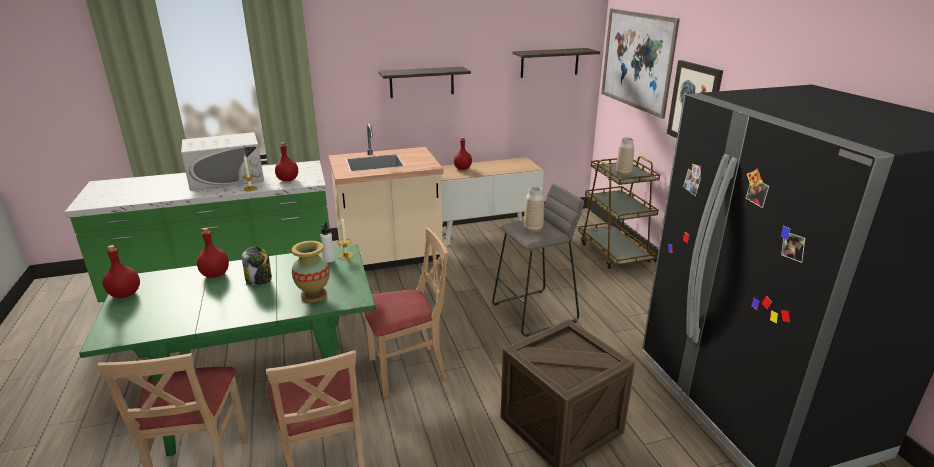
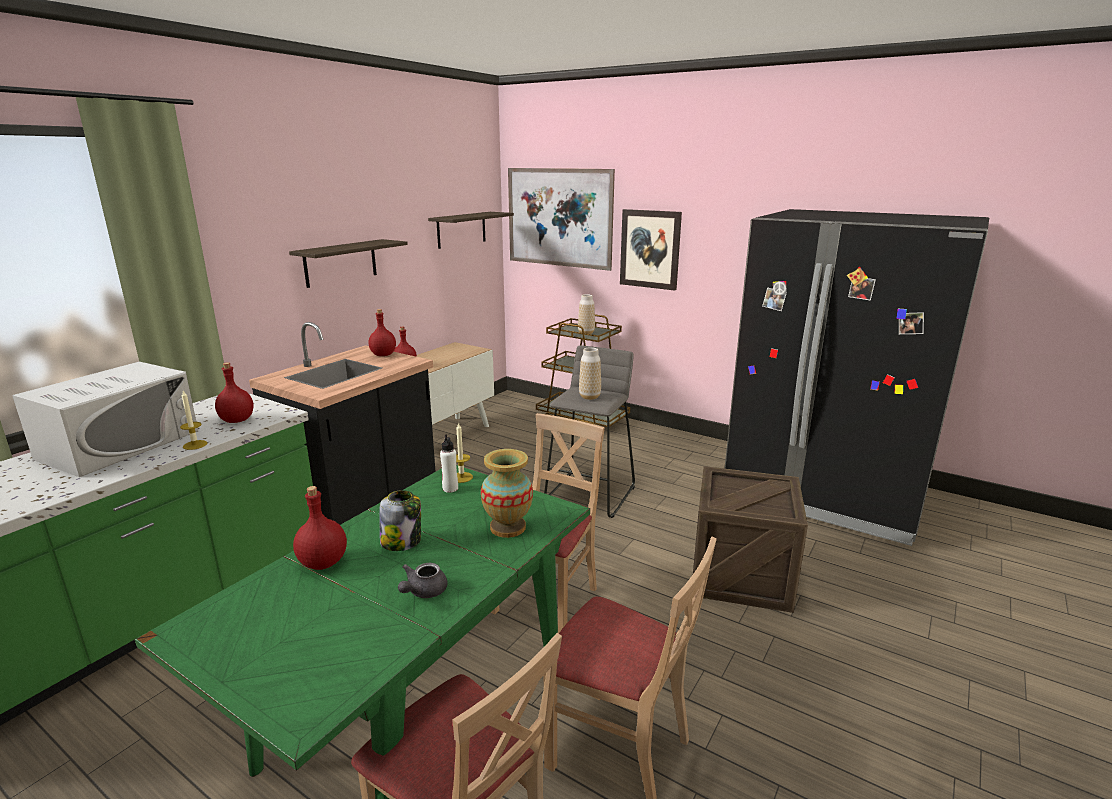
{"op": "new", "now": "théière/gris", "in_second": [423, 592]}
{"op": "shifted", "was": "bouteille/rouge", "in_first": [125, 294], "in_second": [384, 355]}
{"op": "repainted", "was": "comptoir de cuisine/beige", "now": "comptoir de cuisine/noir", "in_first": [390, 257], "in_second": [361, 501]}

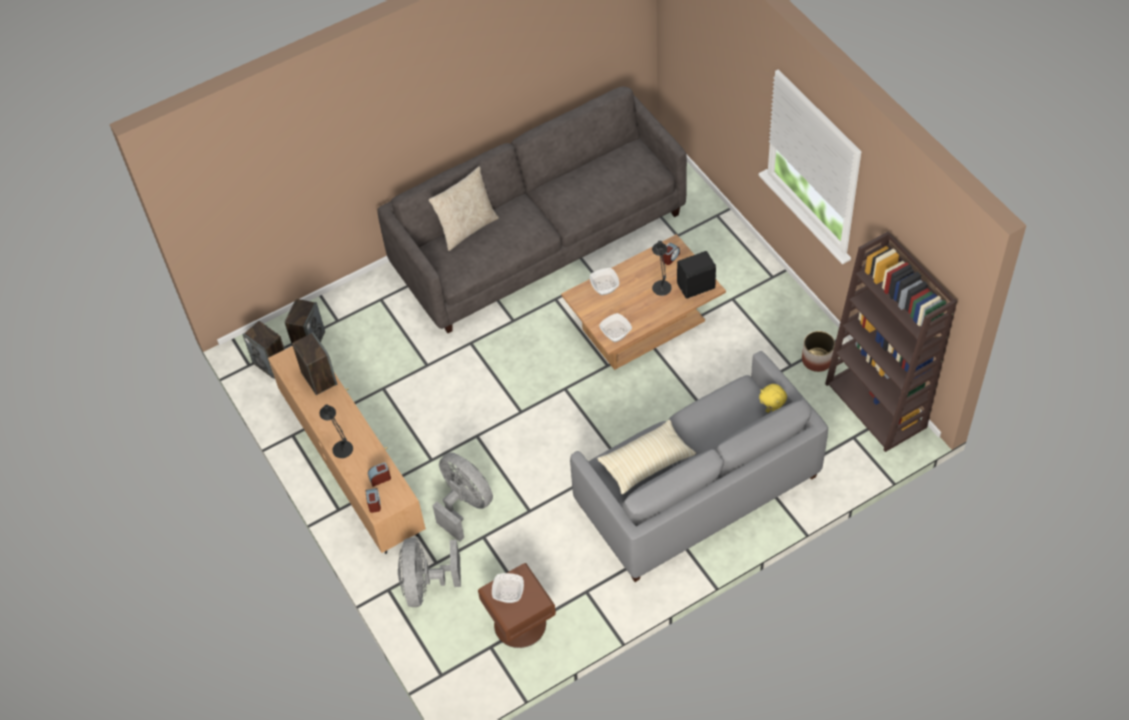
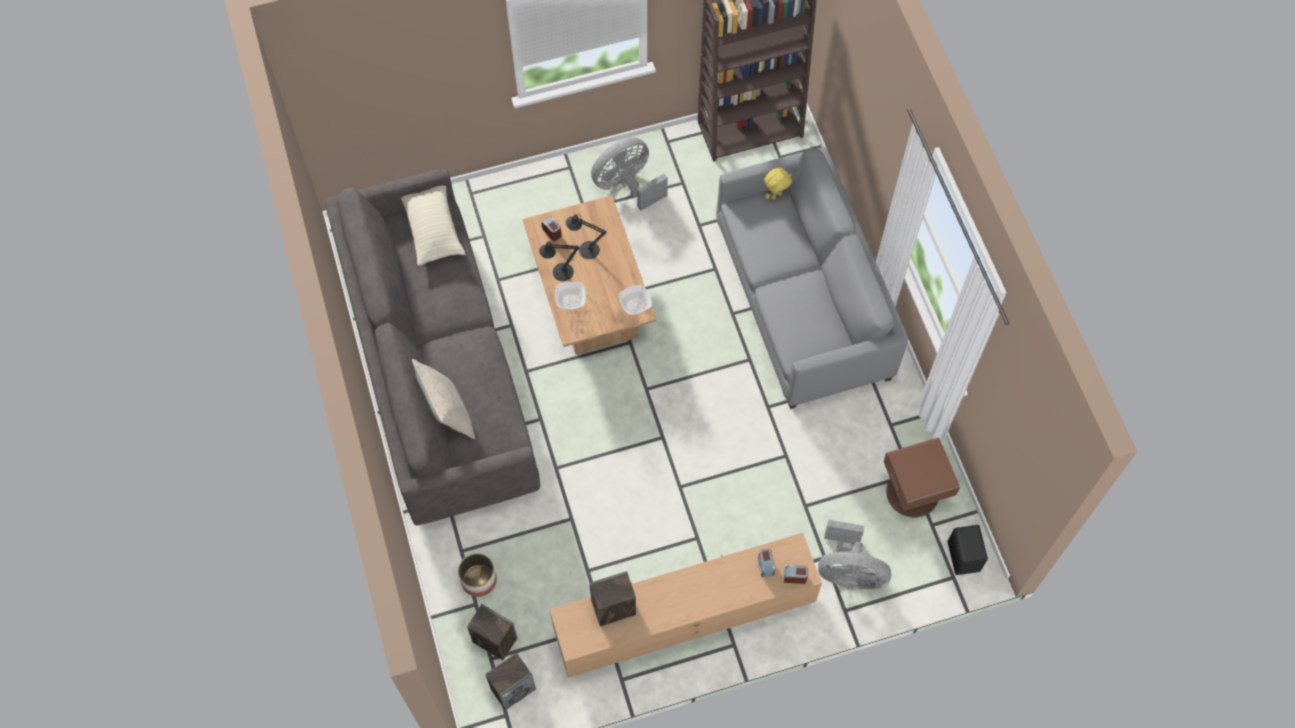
{"op": "gone", "was": "bol", "in_first": [509, 594]}
{"op": "shifted", "was": "lampe de table/noir", "in_first": [341, 447], "in_second": [560, 273]}
{"op": "shifted", "was": "ventilateur/gris", "in_first": [464, 505], "in_second": [627, 185]}
{"op": "shifted", "was": "coussin/beige", "in_first": [646, 463], "in_second": [433, 230]}
{"op": "shifted", "was": "enceinte/noir", "in_first": [697, 287], "in_second": [964, 556]}
{"op": "shifted", "was": "cache-pot", "in_first": [817, 360], "in_second": [479, 580]}

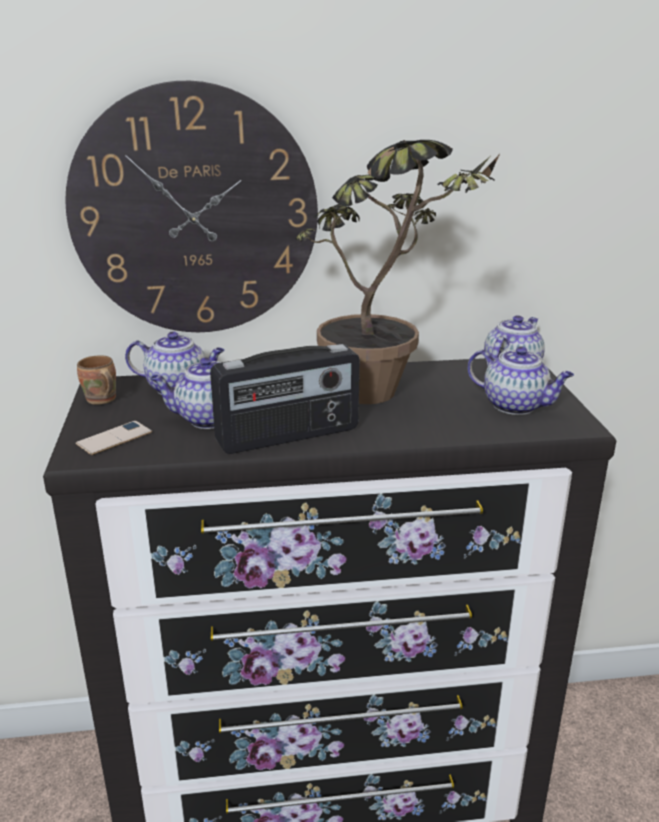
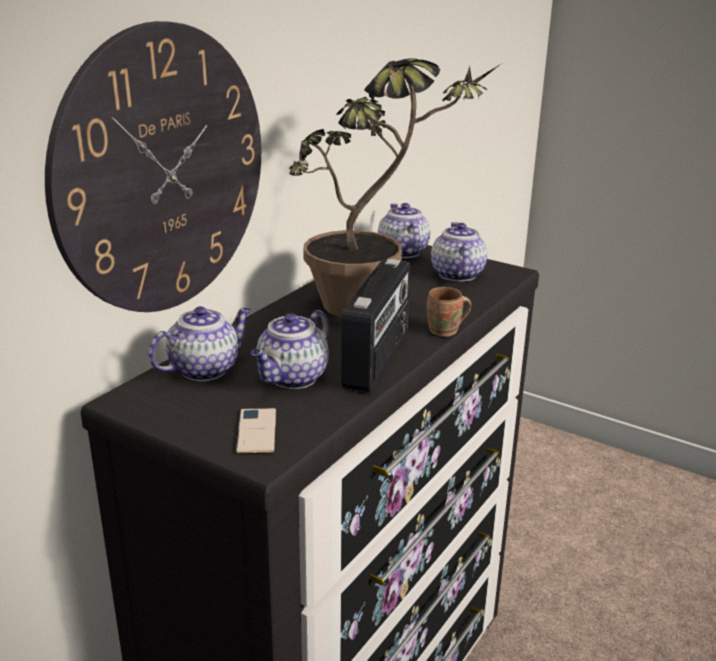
{"op": "shifted", "was": "mug/marron", "in_first": [100, 400], "in_second": [445, 332]}
{"op": "rotated", "was": "théière", "in_first": [516, 405], "in_second": [456, 274], "clockwise": -75}

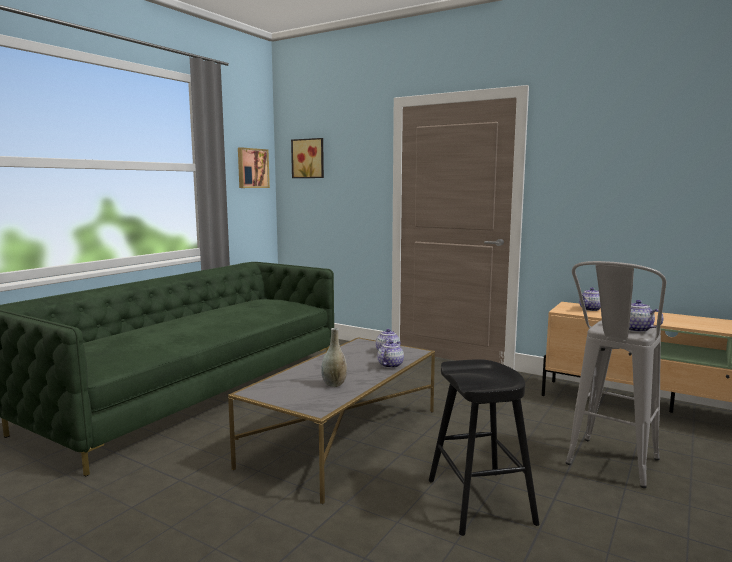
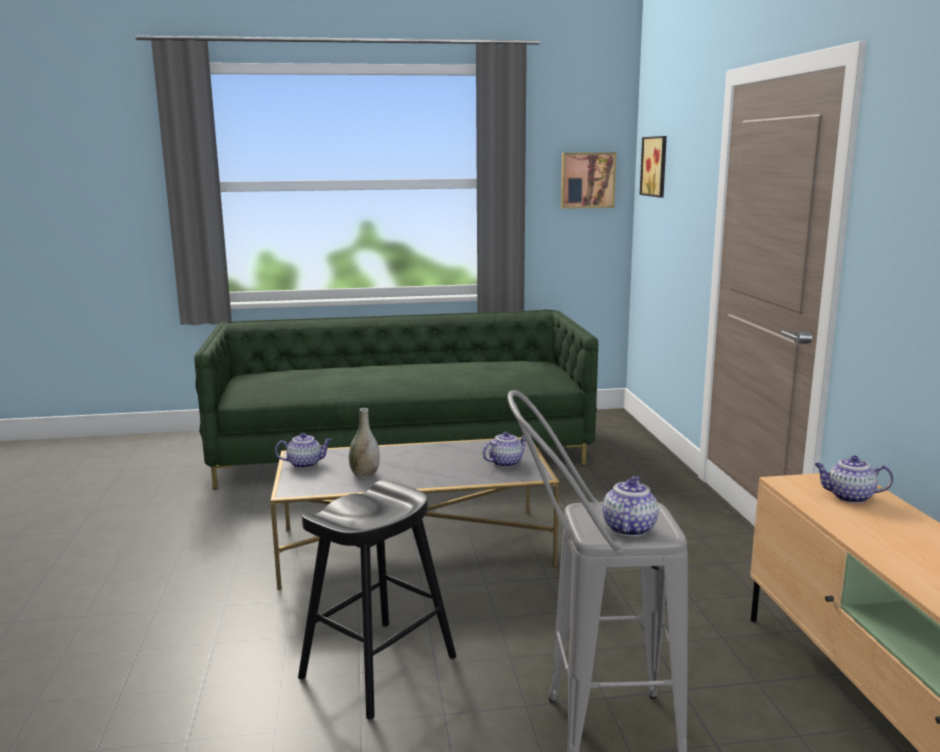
{"op": "shifted", "was": "théière", "in_first": [390, 365], "in_second": [305, 464]}

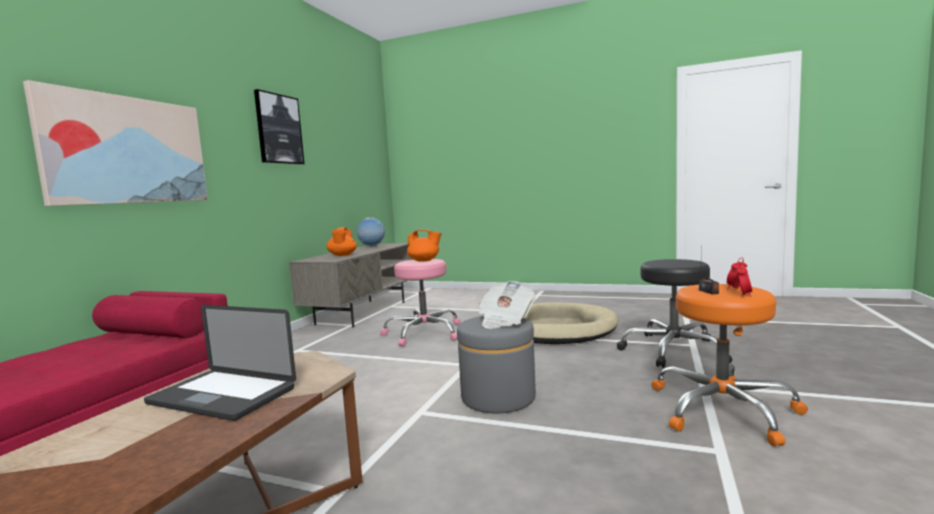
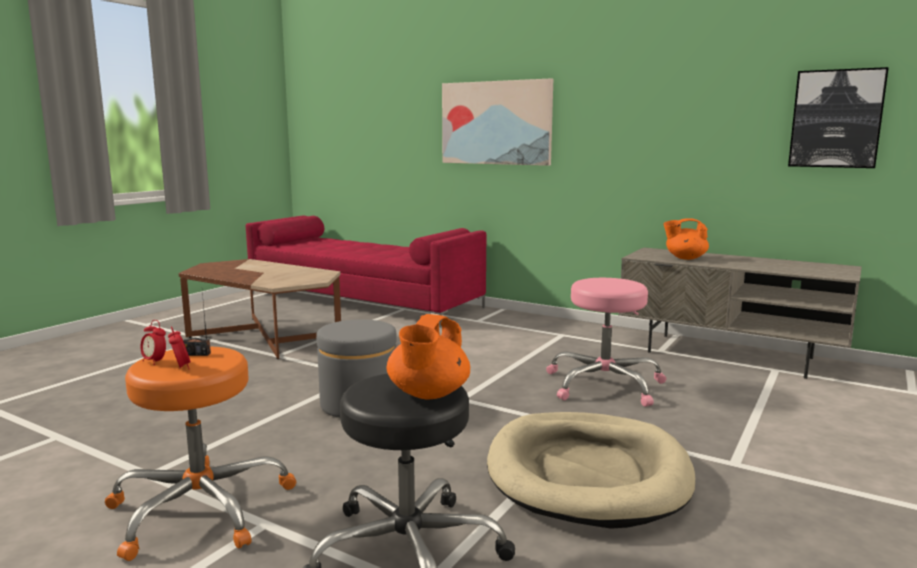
{"op": "gone", "was": "ordinateur portable", "in_first": [222, 396]}
{"op": "gone", "was": "globe", "in_first": [372, 247]}
{"op": "gone", "was": "journal", "in_first": [505, 320]}
{"op": "shifted", "was": "tableau", "in_first": [278, 129], "in_second": [836, 119]}
{"op": "shifted", "was": "théière/orange", "in_first": [424, 261], "in_second": [428, 394]}

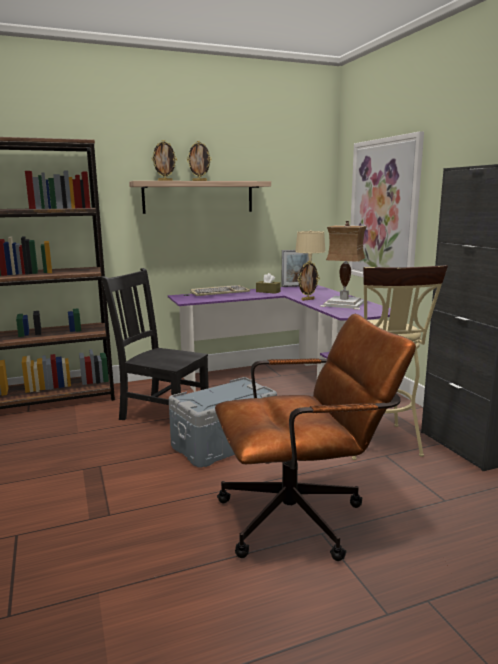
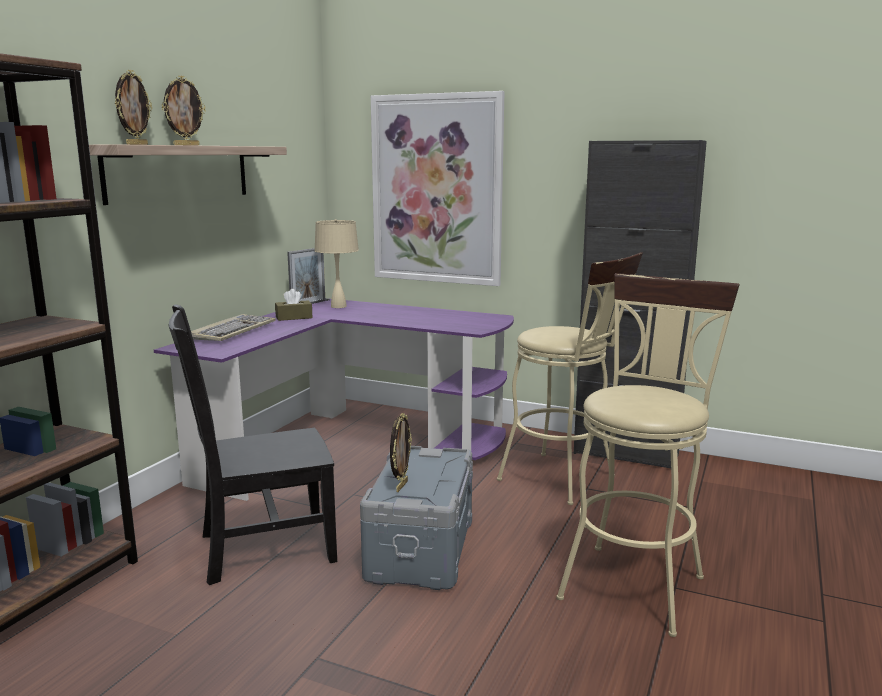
{"op": "gone", "was": "lampe de table", "in_first": [342, 304]}
{"op": "shifted", "was": "cadre photo", "in_first": [307, 299], "in_second": [401, 486]}
{"op": "swapped", "was": "chaise de bureau/marron", "now": "tabouret/beige", "in_first": [303, 516], "in_second": [635, 580]}

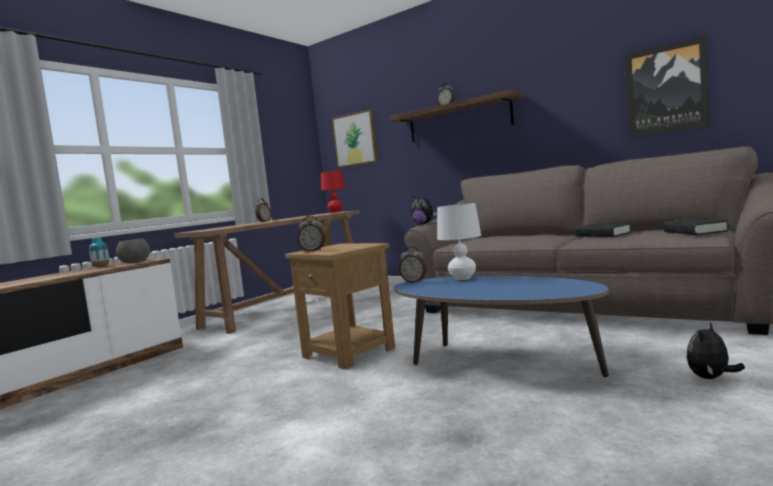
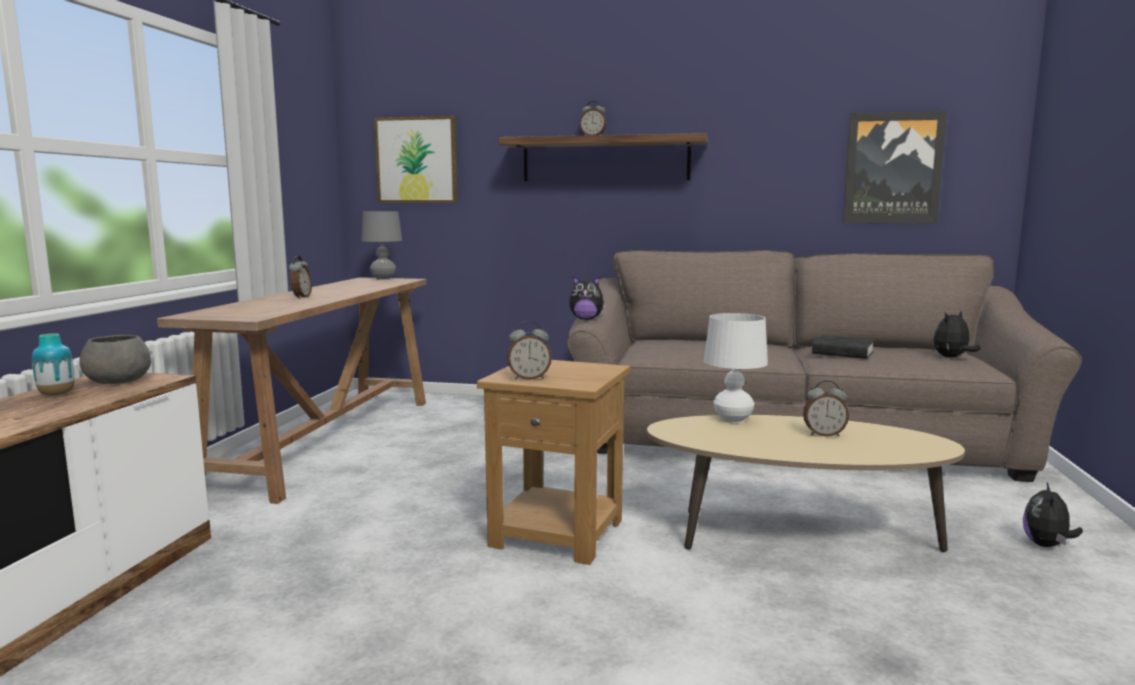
{"op": "shifted", "was": "réveil", "in_first": [414, 282], "in_second": [824, 434]}
{"op": "swapped", "was": "livre/noir", "now": "peluche", "in_first": [694, 231], "in_second": [952, 357]}
{"op": "repainted", "was": "lampe de table/rouge", "now": "lampe de table/gris", "in_first": [335, 212], "in_second": [383, 279]}
{"op": "repainted", "was": "table basse/bleu", "now": "table basse/beige", "in_first": [495, 363], "in_second": [792, 538]}

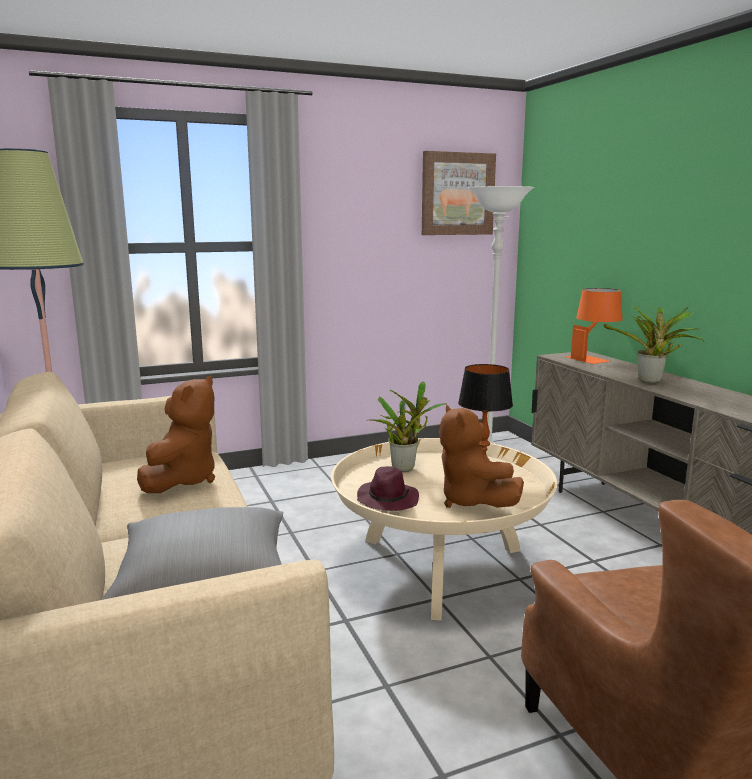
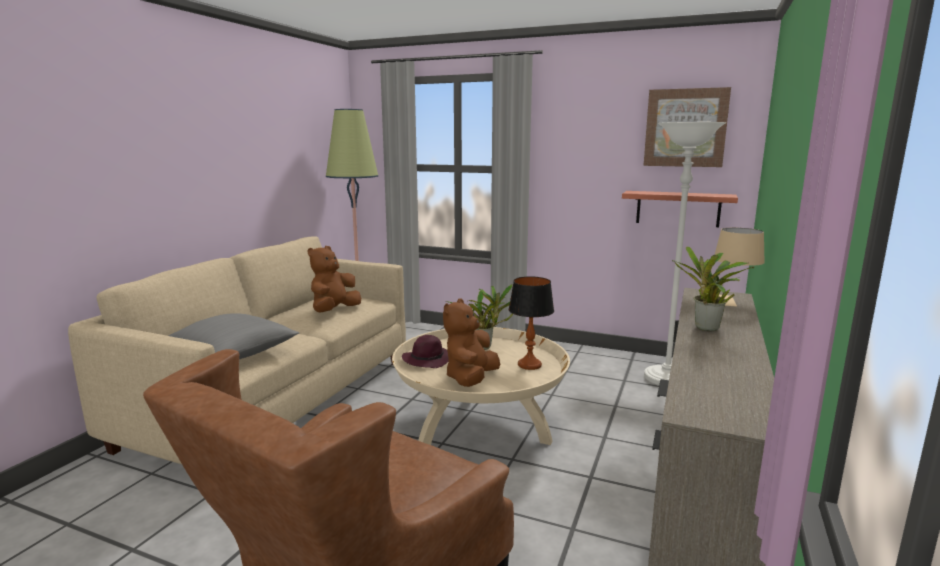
{"op": "new", "now": "étagère", "in_second": [678, 208]}
{"op": "repainted", "was": "lampe de table/orange", "now": "lampe de table/beige", "in_first": [593, 358], "in_second": [730, 300]}
{"op": "rotated", "was": "peluche/marron", "in_first": [182, 480], "in_second": [334, 311], "clockwise": 150}

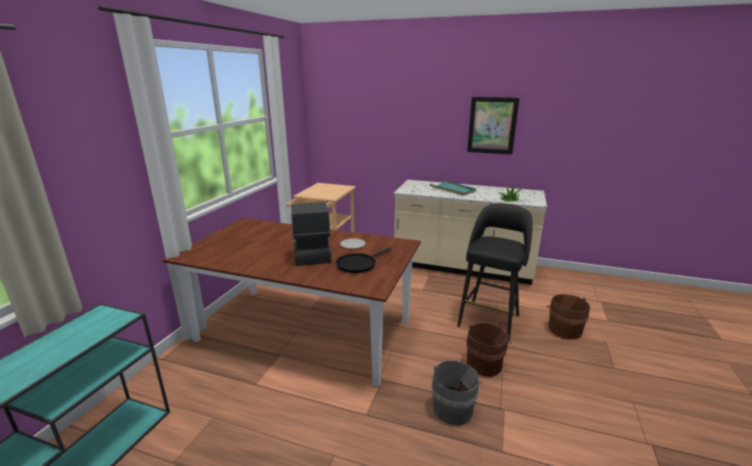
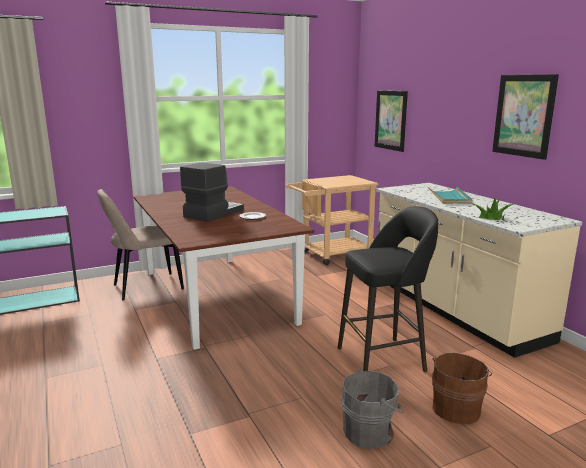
{"op": "gone", "was": "poêle/noir", "in_first": [358, 264]}
{"op": "gone", "was": "seau/marron", "in_first": [485, 363]}
{"op": "new", "now": "chaise/beige", "in_second": [144, 288]}
{"op": "new", "now": "tableau", "in_second": [390, 120]}
{"op": "shifted", "was": "seau/gris", "in_first": [453, 407], "in_second": [370, 431]}

